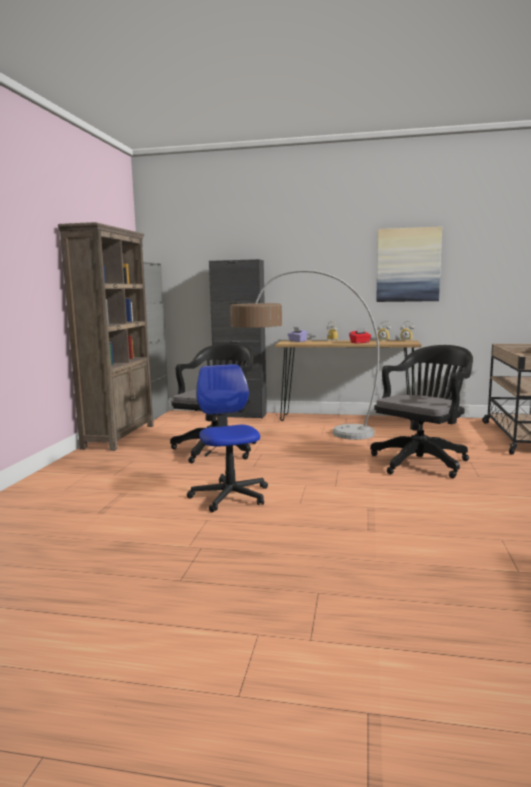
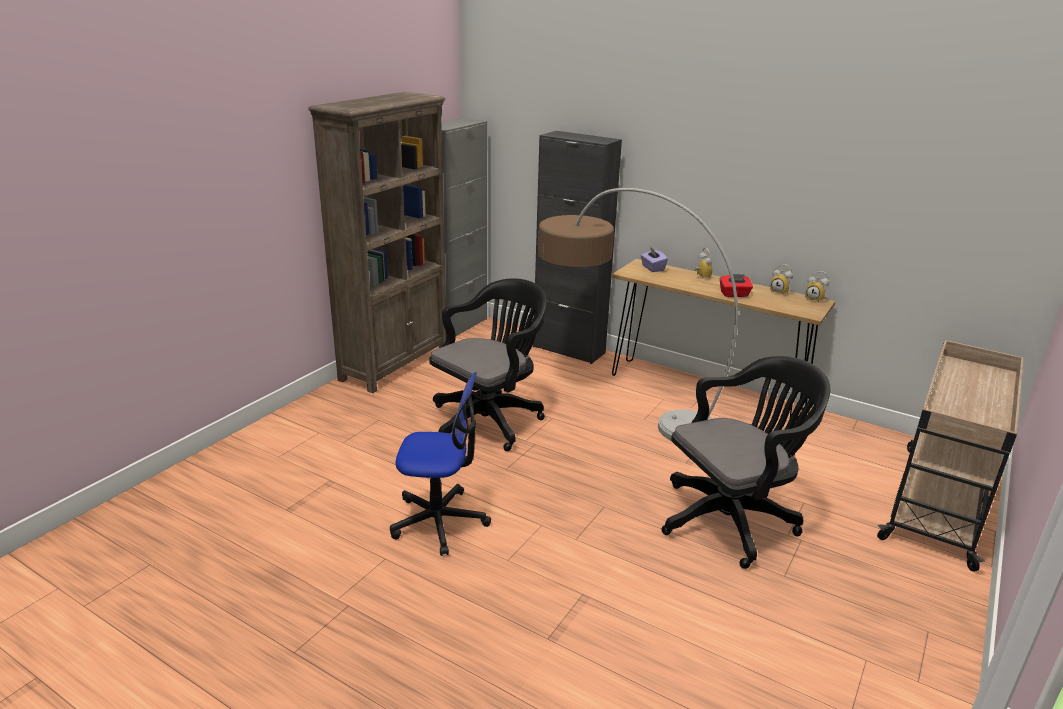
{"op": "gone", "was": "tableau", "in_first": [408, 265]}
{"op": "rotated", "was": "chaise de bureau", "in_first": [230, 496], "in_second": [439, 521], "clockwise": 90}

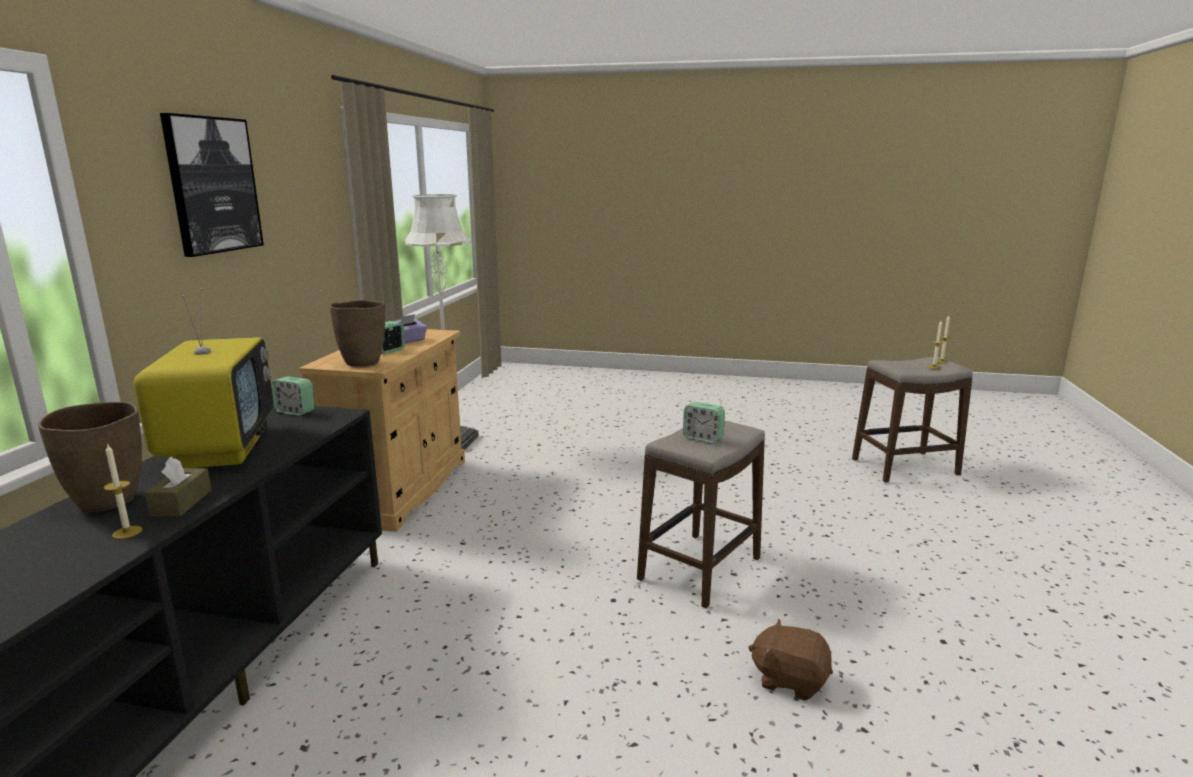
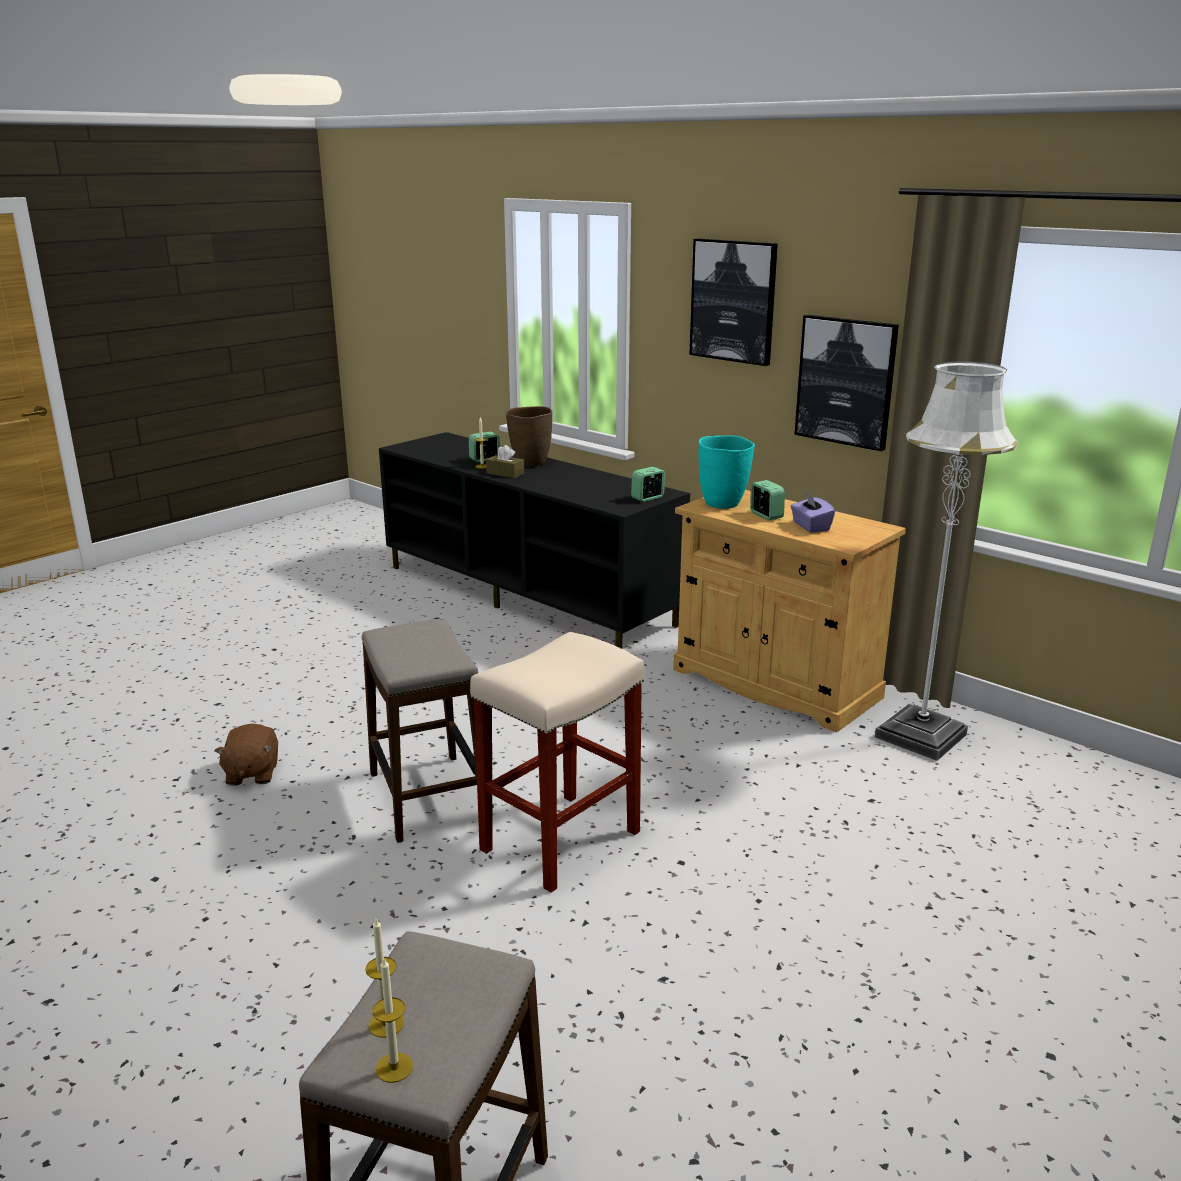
{"op": "gone", "was": "téléviseur", "in_first": [220, 448]}
{"op": "new", "now": "tabouret/beige", "in_second": [561, 839]}
{"op": "new", "now": "tableau", "in_second": [846, 381]}
{"op": "shifted", "was": "réveil", "in_first": [703, 438], "in_second": [485, 459]}
{"op": "repainted", "was": "vase/marron", "now": "vase/turquoise", "in_first": [362, 363], "in_second": [723, 504]}
{"op": "rotated", "was": "peluche/marron", "in_first": [789, 679], "in_second": [251, 774], "clockwise": 120}

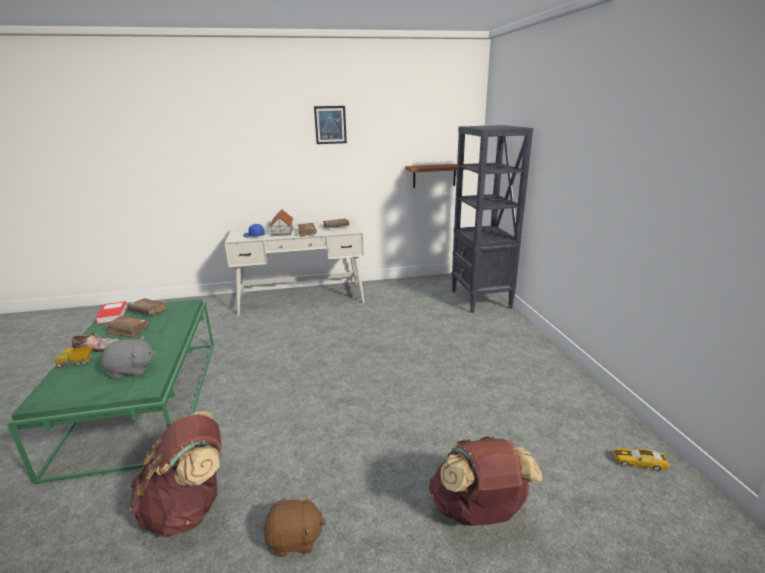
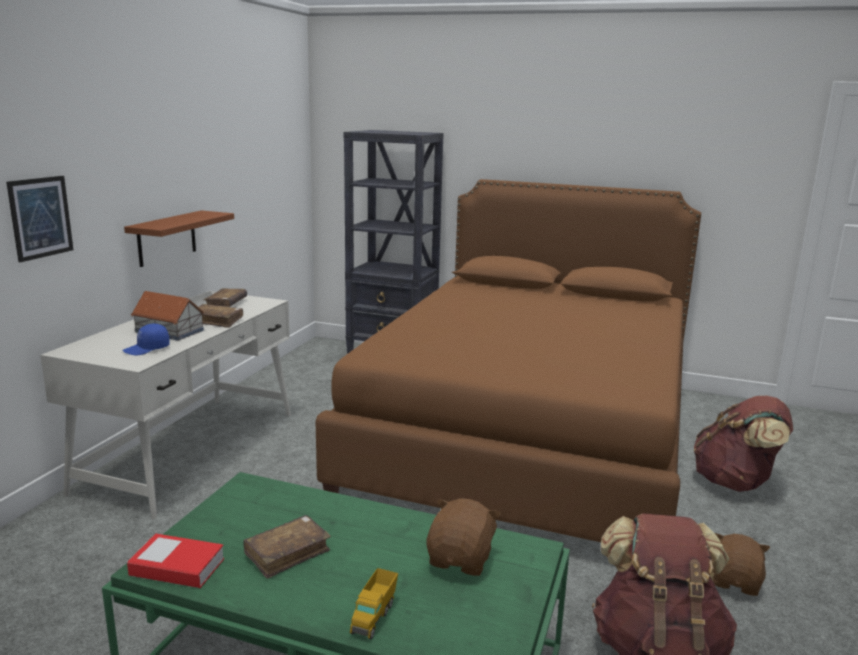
{"op": "gone", "was": "chaussure", "in_first": [96, 348]}
{"op": "gone", "was": "livre/marron", "in_first": [148, 311]}
{"op": "gone", "was": "petite voiture", "in_first": [638, 462]}
{"op": "new", "now": "lit/marron", "in_second": [528, 435]}
{"op": "shifted", "was": "tableau", "in_first": [330, 125], "in_second": [41, 217]}
{"op": "shifted", "was": "étagère/marron", "in_first": [434, 175], "in_second": [167, 238]}
{"op": "repainted", "was": "peluche/gris", "now": "peluche/marron", "in_first": [131, 370], "in_second": [461, 559]}

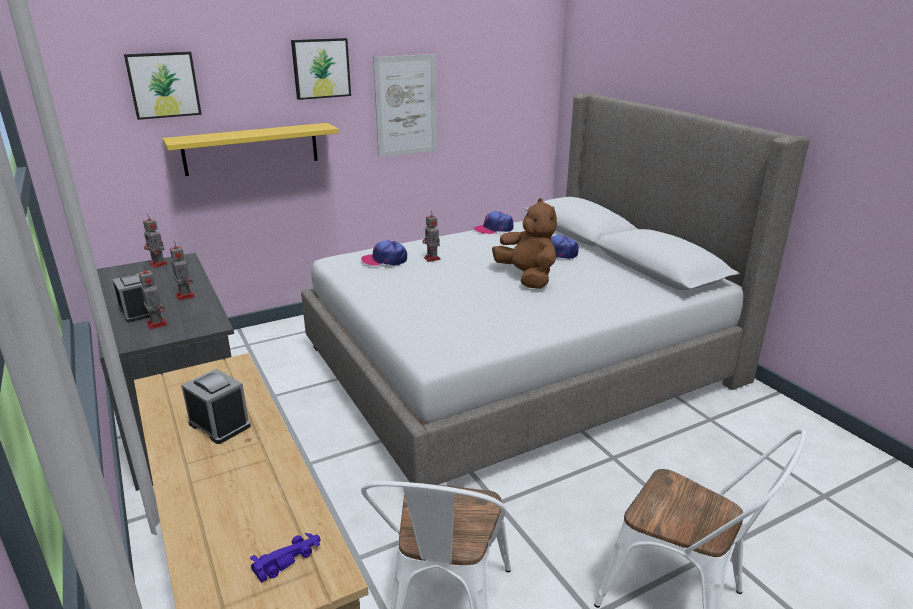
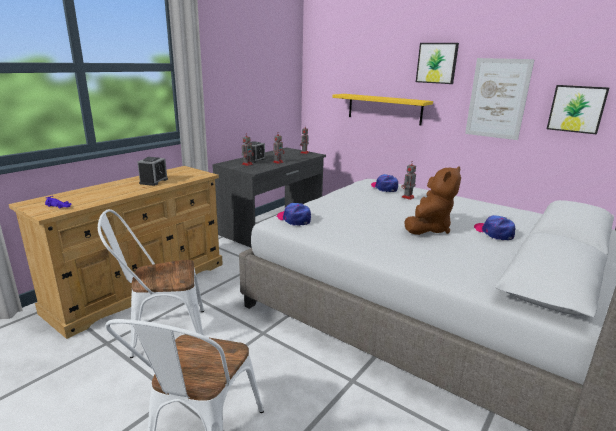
{"op": "shifted", "was": "tableau", "in_first": [163, 85], "in_second": [576, 109]}
{"op": "shifted", "was": "casquette", "in_first": [494, 229], "in_second": [294, 219]}

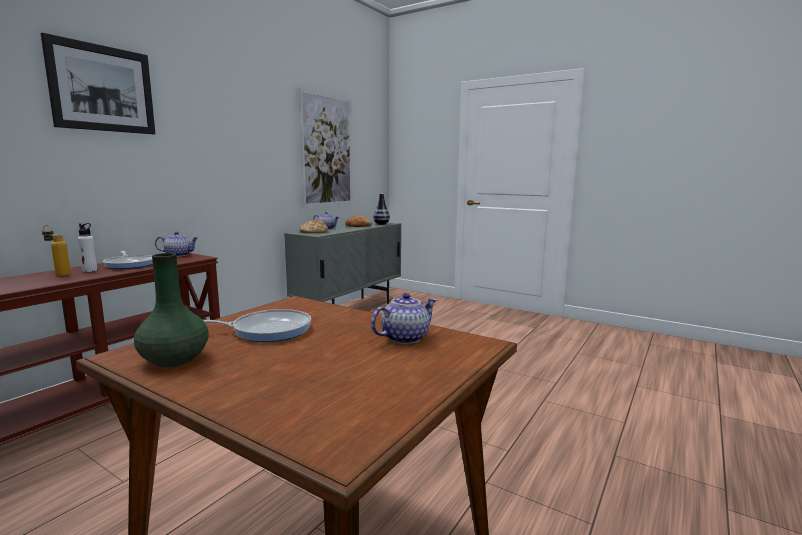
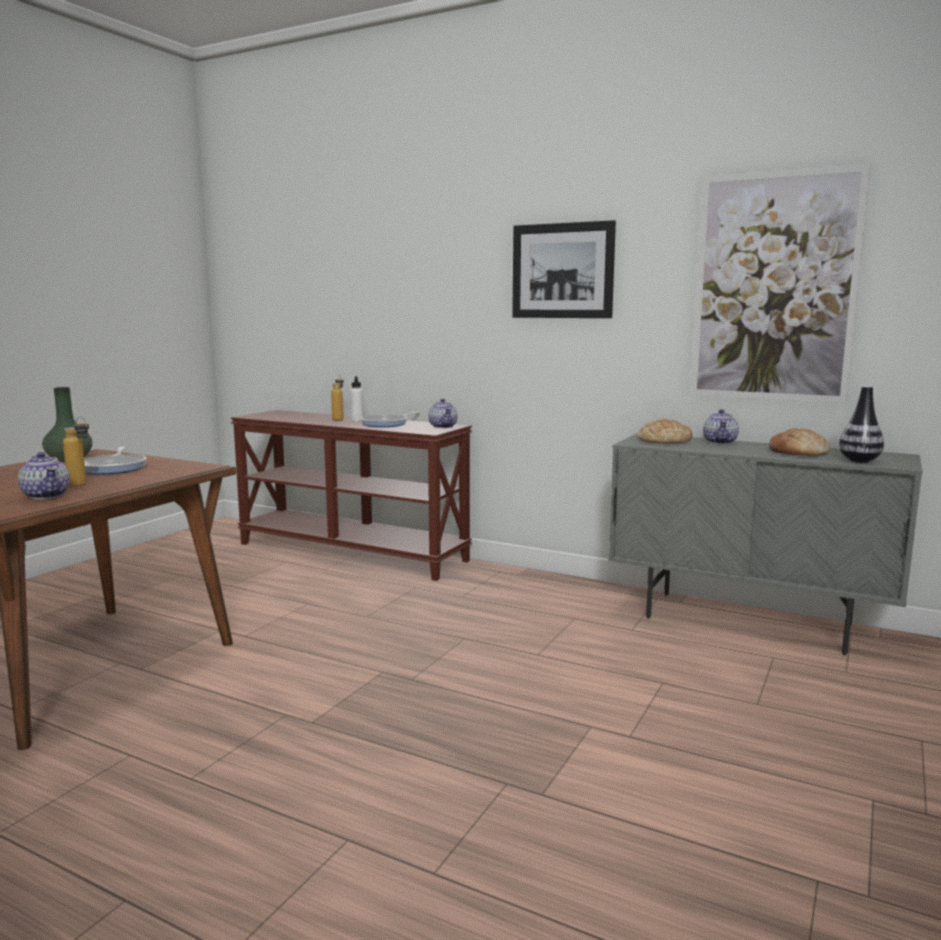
{"op": "new", "now": "bouteille", "in_second": [82, 485]}
{"op": "shifted", "was": "tableau", "in_first": [103, 88], "in_second": [562, 271]}

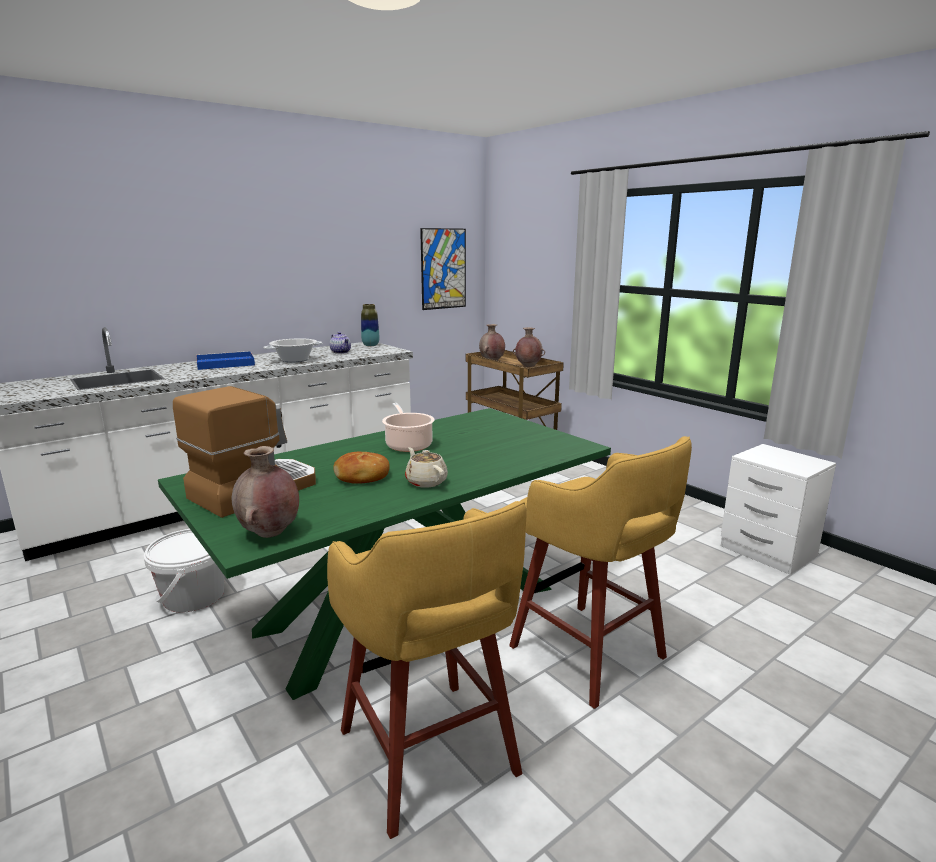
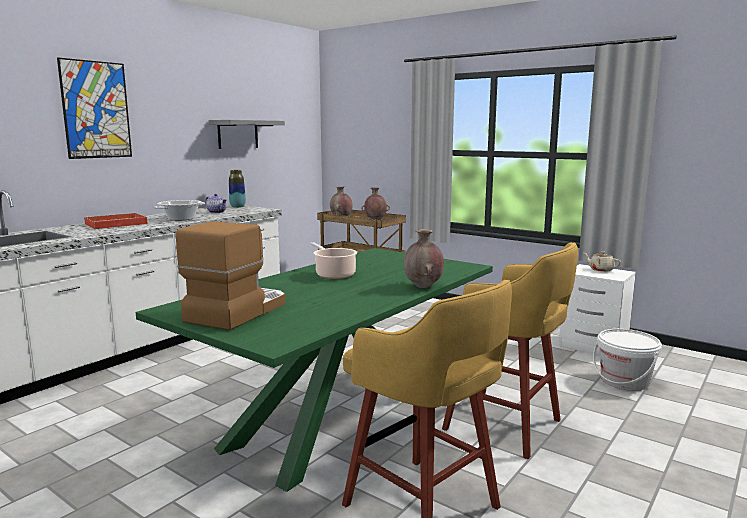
{"op": "gone", "was": "pain", "in_first": [362, 476]}
{"op": "new", "now": "étagère/gris", "in_second": [238, 134]}
{"op": "shifted", "was": "seau/blanc", "in_first": [193, 596], "in_second": [624, 381]}
{"op": "shifted", "was": "vase/marron", "in_first": [270, 533], "in_second": [423, 286]}
{"op": "shifted", "was": "théière/beige", "in_first": [426, 481], "in_second": [600, 269]}
{"op": "shifted", "was": "tableau", "in_first": [443, 269], "in_second": [96, 110]}
{"op": "repainted", "was": "plateau/bleu", "now": "plateau/rouge", "in_first": [224, 363], "in_second": [115, 224]}

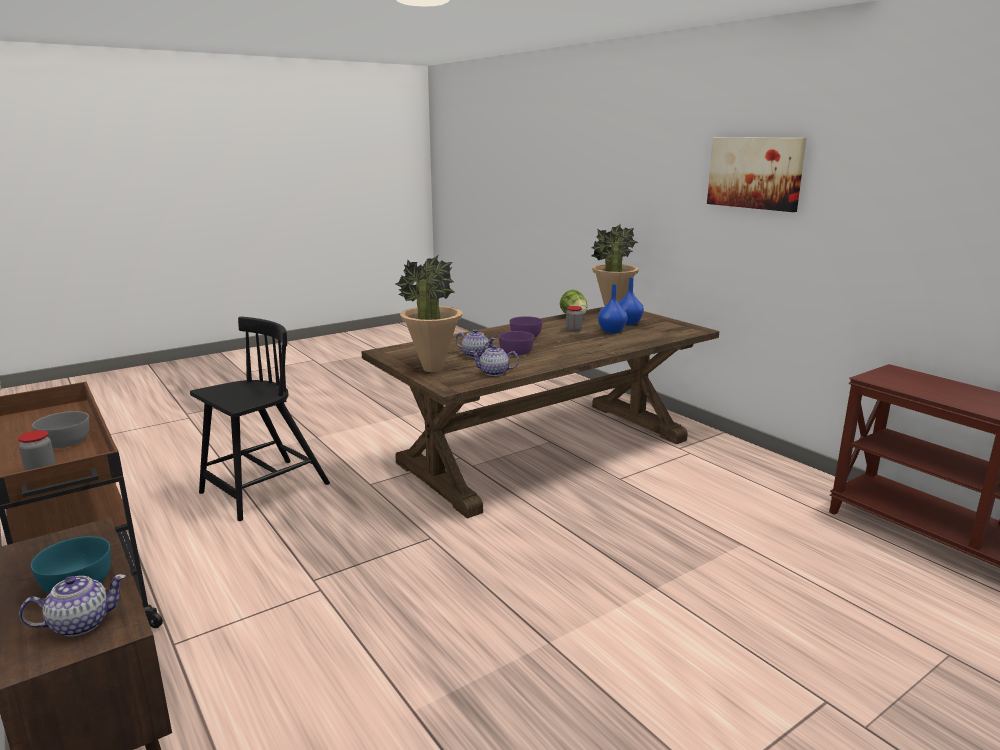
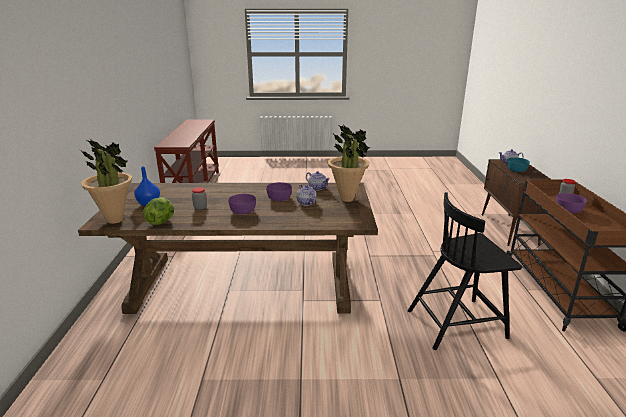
{"op": "gone", "was": "vase/bleu", "in_first": [612, 331]}
{"op": "gone", "was": "tableau", "in_first": [755, 173]}
{"op": "repainted", "was": "bol/gris", "now": "bol/violet", "in_first": [65, 442], "in_second": [568, 210]}

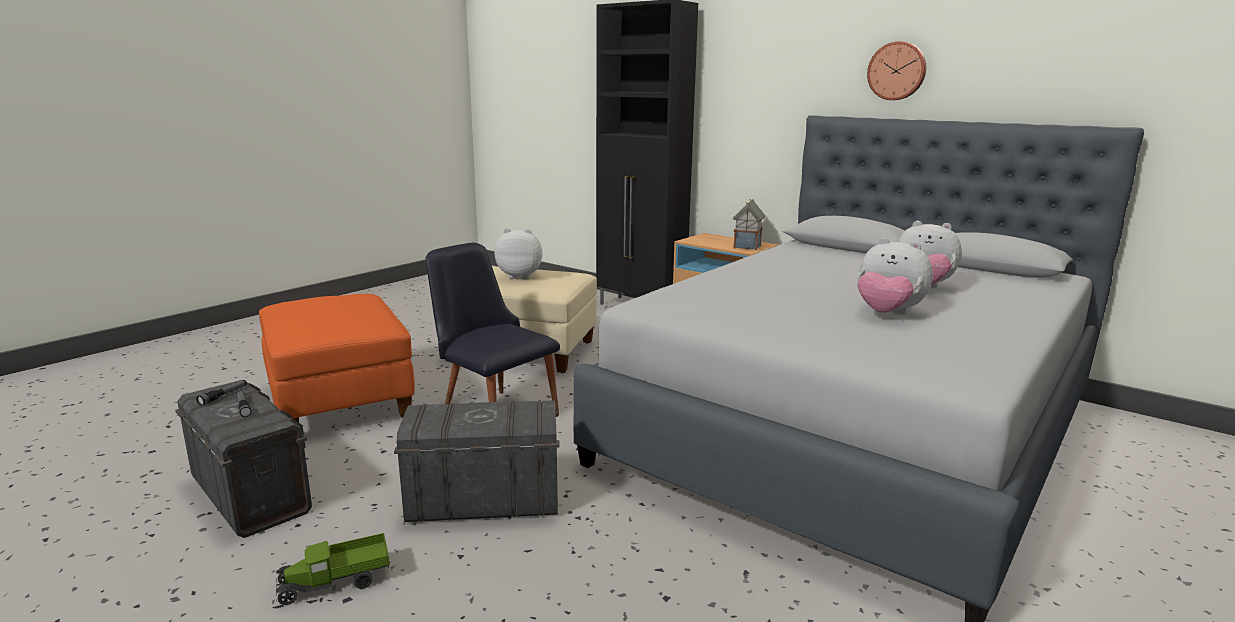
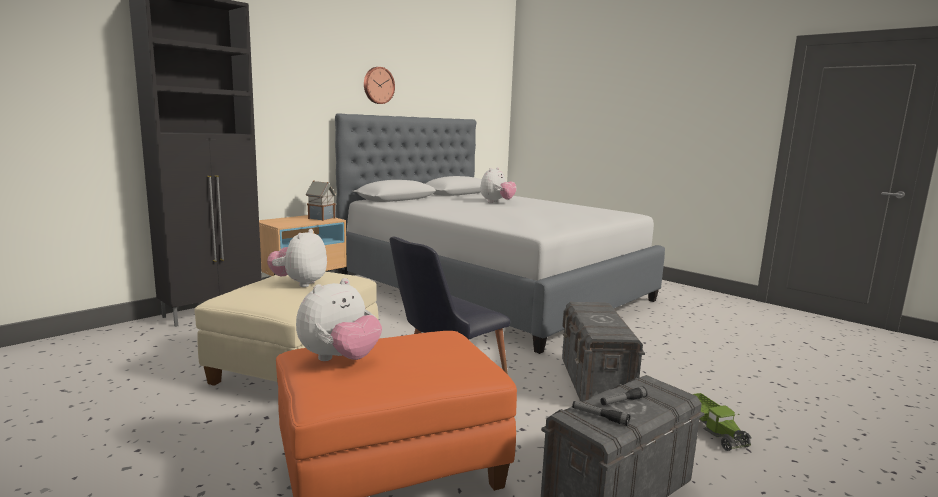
{"op": "shifted", "was": "peluche", "in_first": [887, 313], "in_second": [339, 359]}

